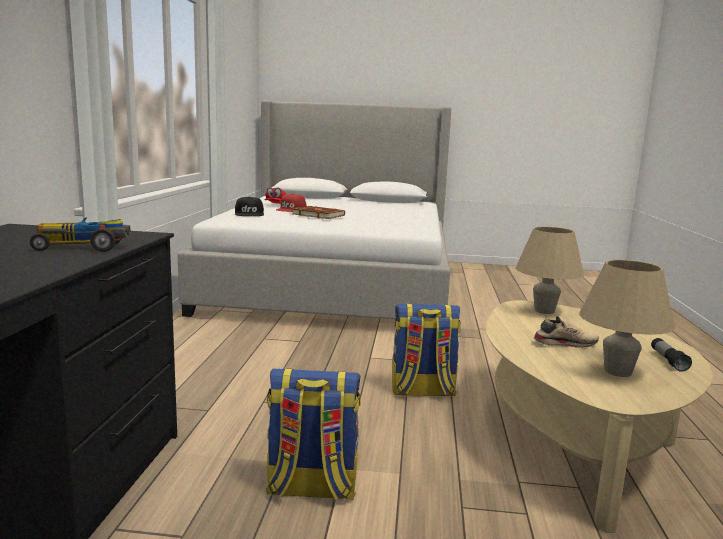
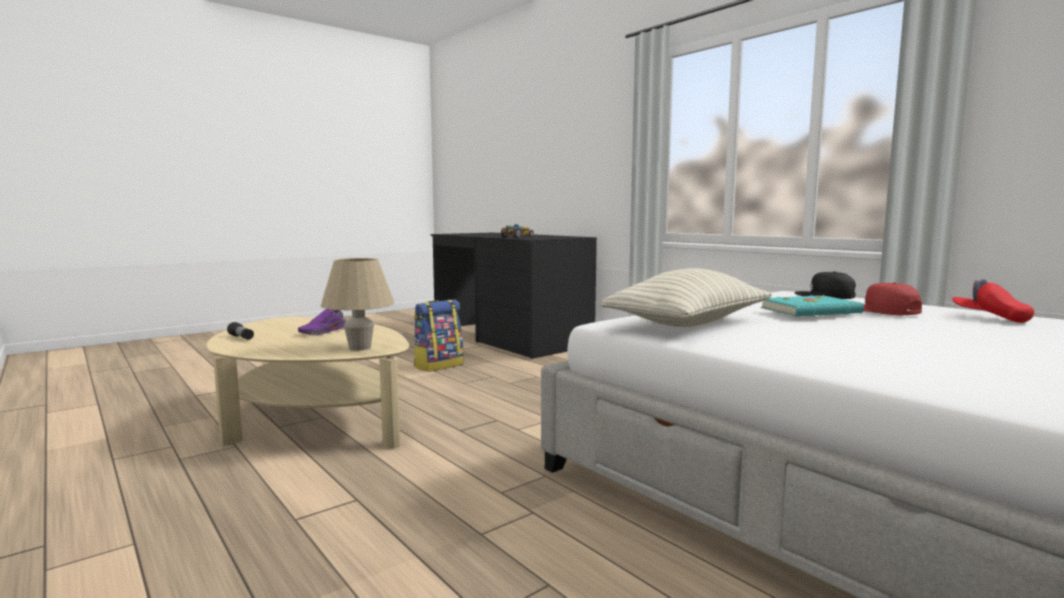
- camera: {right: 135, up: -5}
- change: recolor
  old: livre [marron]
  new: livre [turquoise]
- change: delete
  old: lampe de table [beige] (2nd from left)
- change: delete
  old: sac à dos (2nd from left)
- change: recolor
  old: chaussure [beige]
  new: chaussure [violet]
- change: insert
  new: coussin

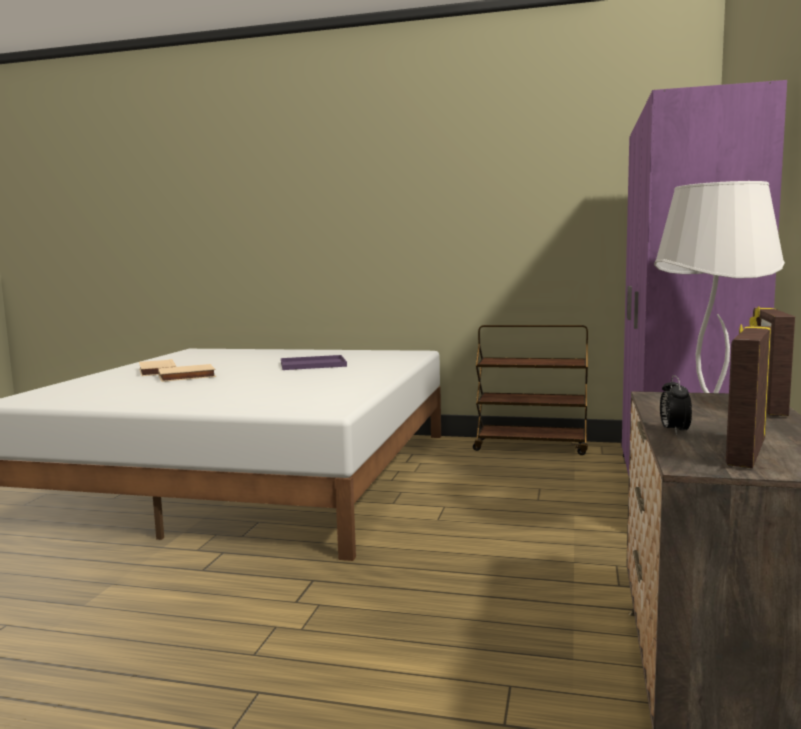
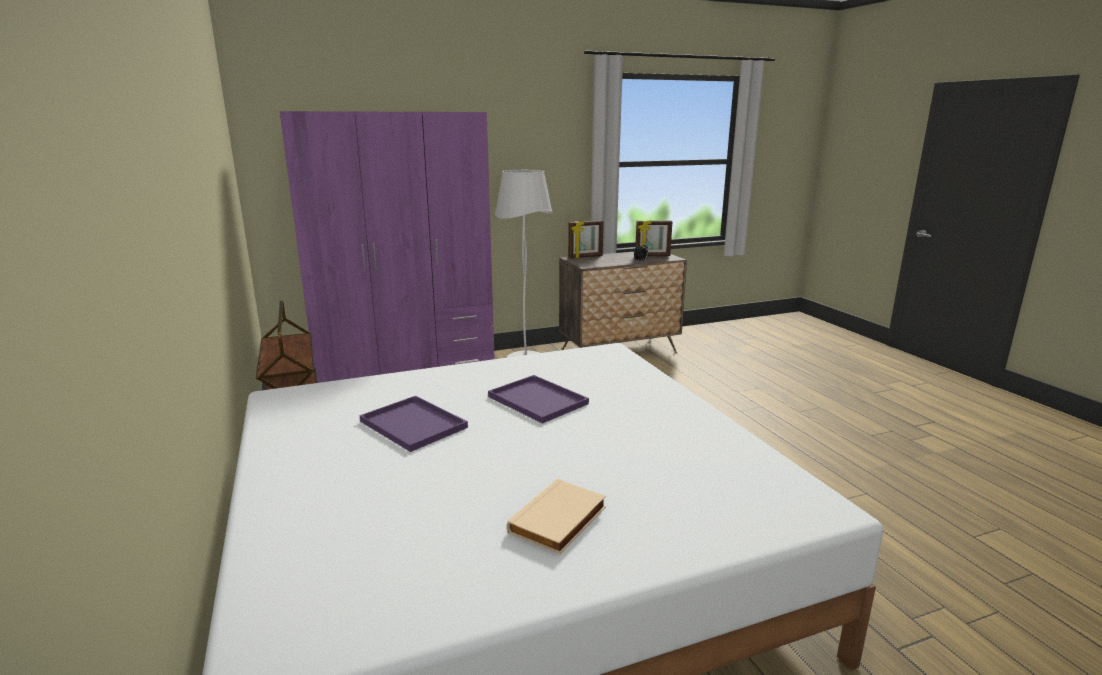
- camera: {right: -125, up: 10}
- change: delete
  old: livre [beige] (2nd from left)
- change: insert
  new: plateau [violet] (2nd from left)

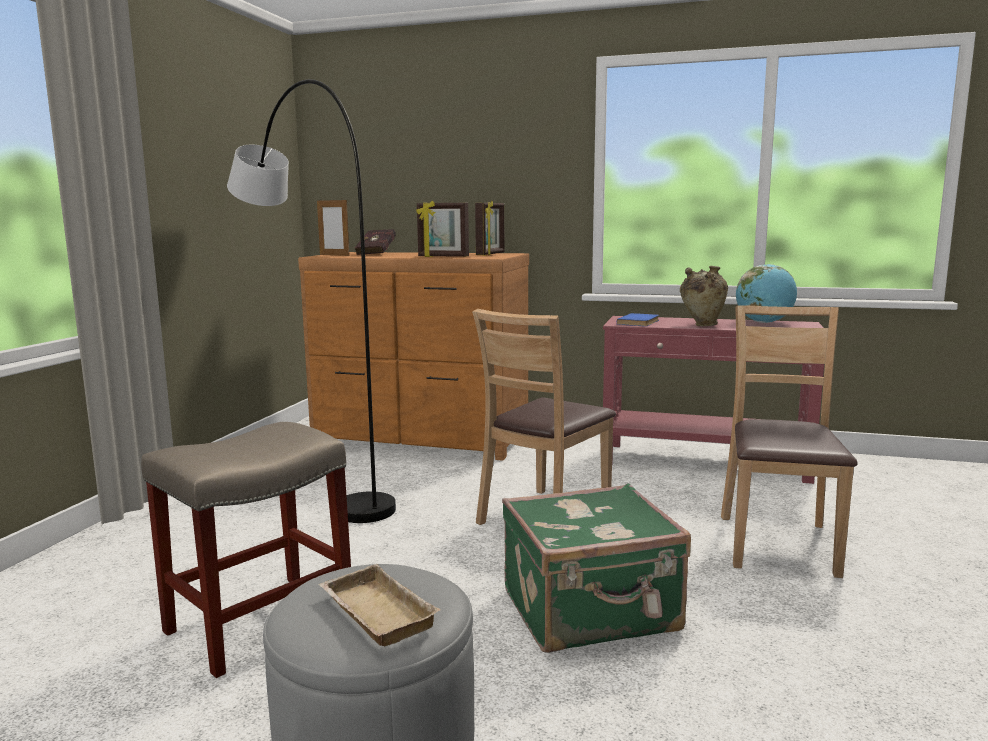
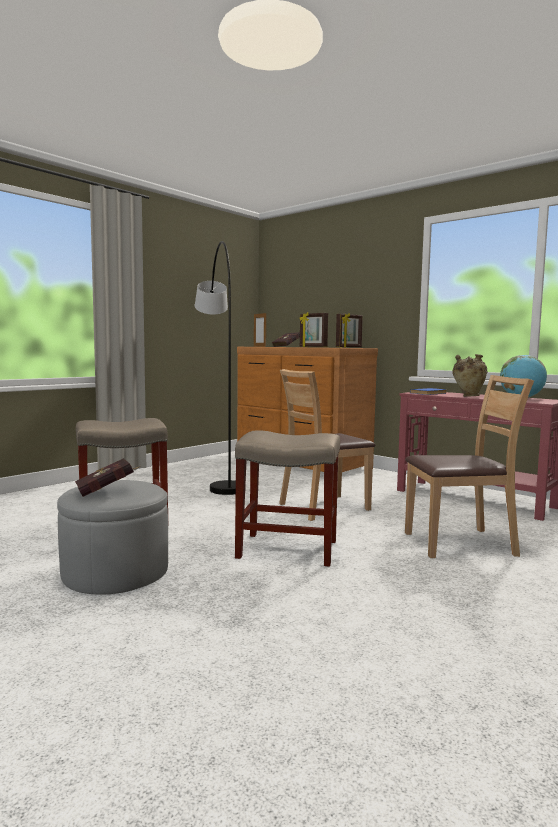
- camera: {right: 25, up: -5}
- change: rotate
  old: chaise [marron] (2nd from left)
  degrees: 45
- change: replace
  old: valise [vert]
  new: tabouret [beige] (2nd from left)
- change: replace
  old: plateau [beige]
  new: livre [rouge] (1st from left)

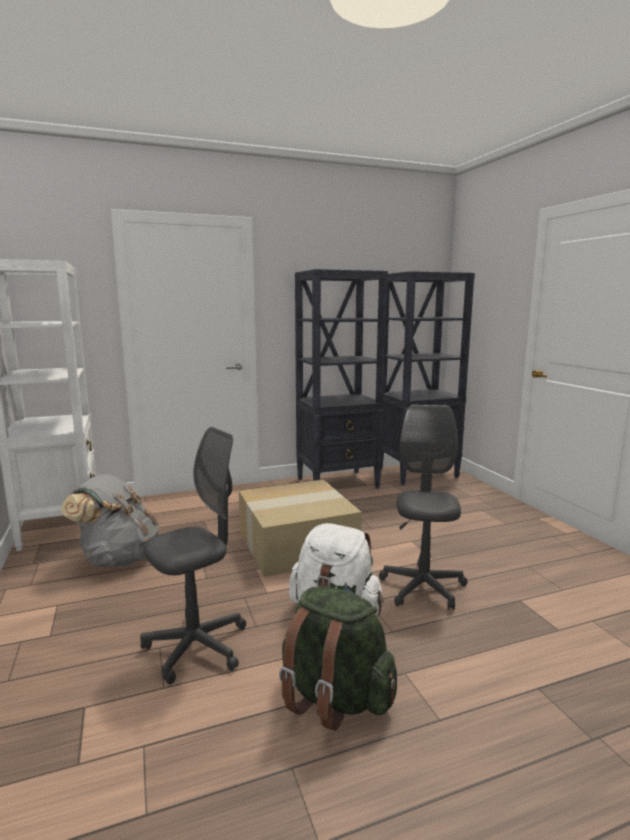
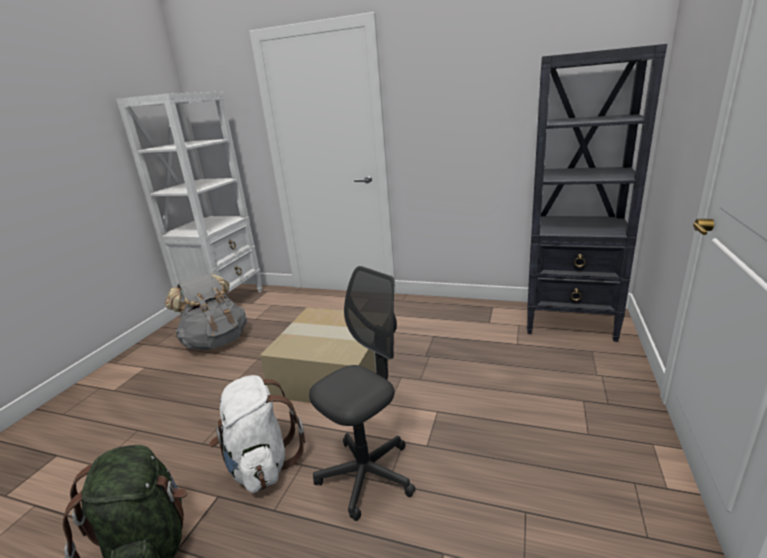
- camera: {right: 40, up: 10}
- change: delete
  old: bibliothèque [noir] (1st from left)
- change: delete
  old: chaise de bureau [gris] (1st from left)

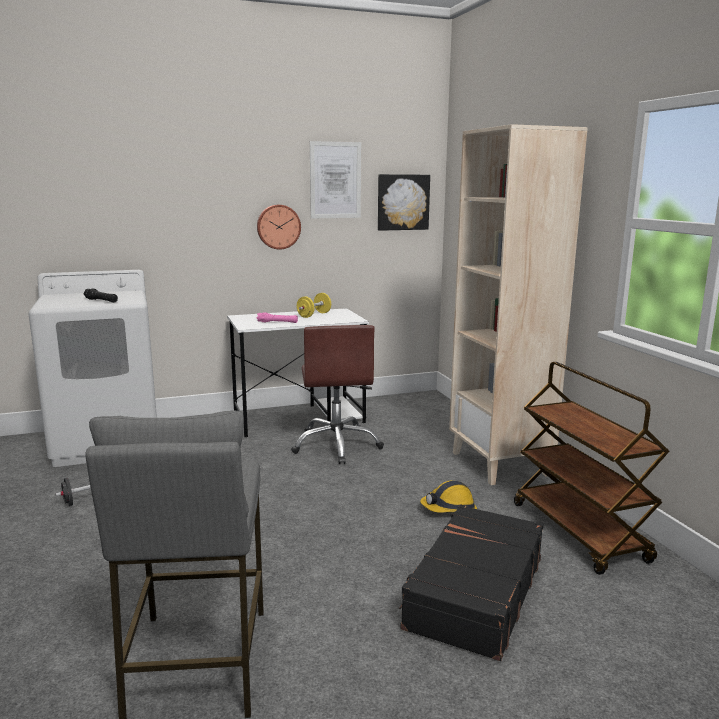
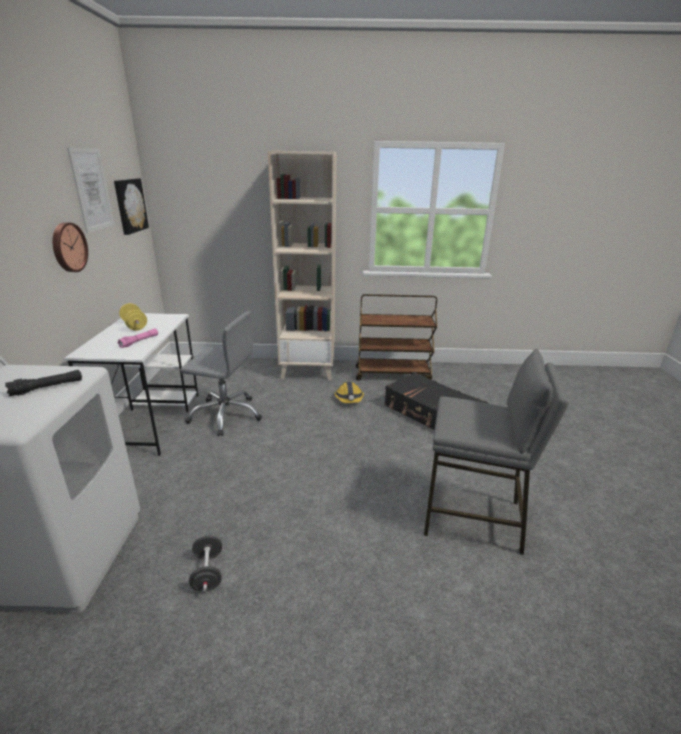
- camera: {right: -70, up: 10}
- change: recolor
  old: chaise de bureau [marron]
  new: chaise de bureau [gris]

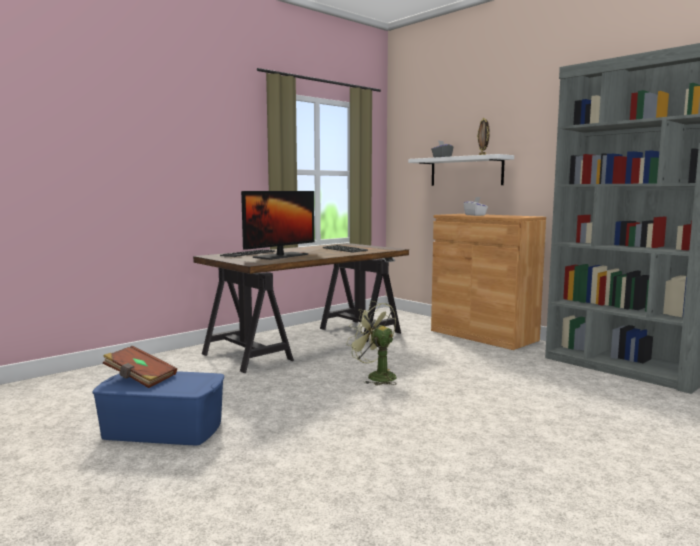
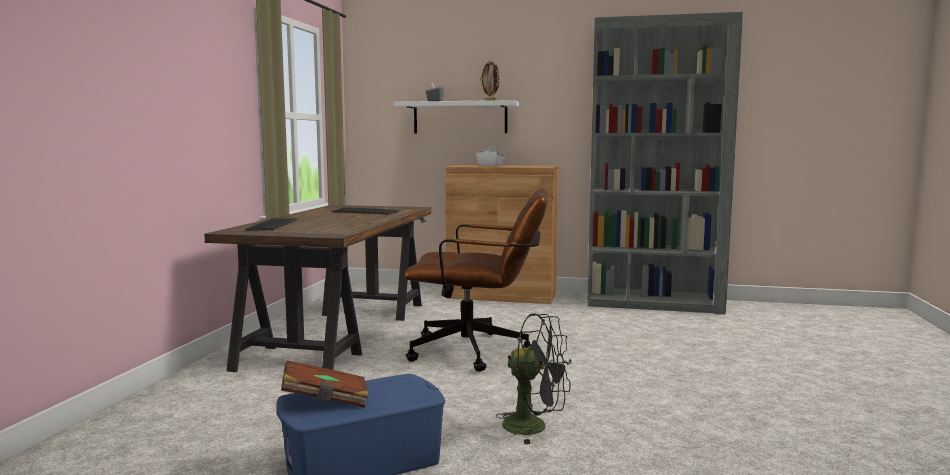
- camera: {right: -35, up: 0}
- change: delete
  old: écran d'ordinateur
- change: replace
  old: ventilateur [vert]
  new: chaise de bureau [marron]
- change: insert
  new: ventilateur [noir]

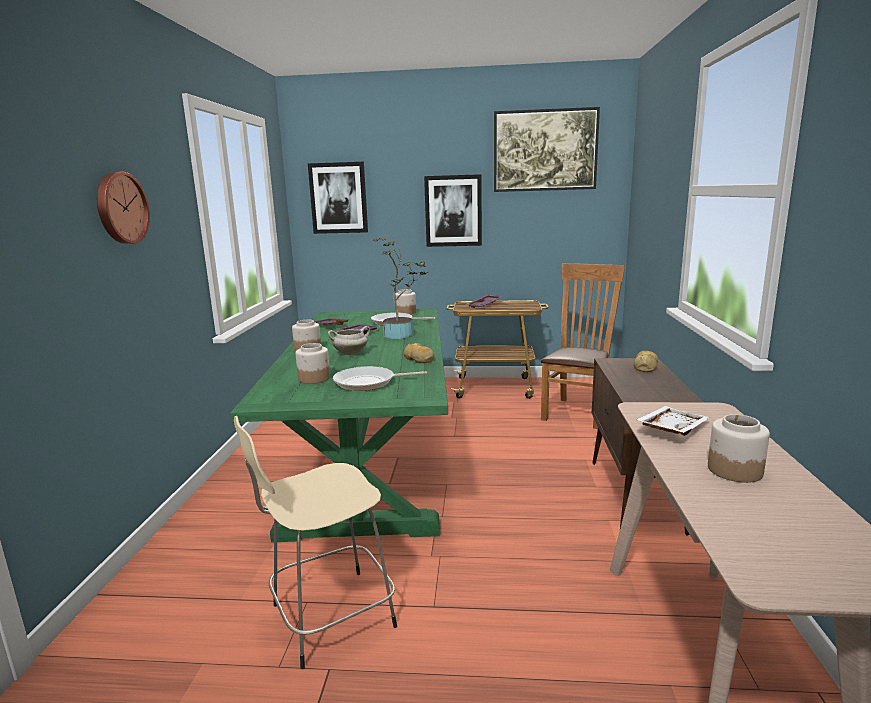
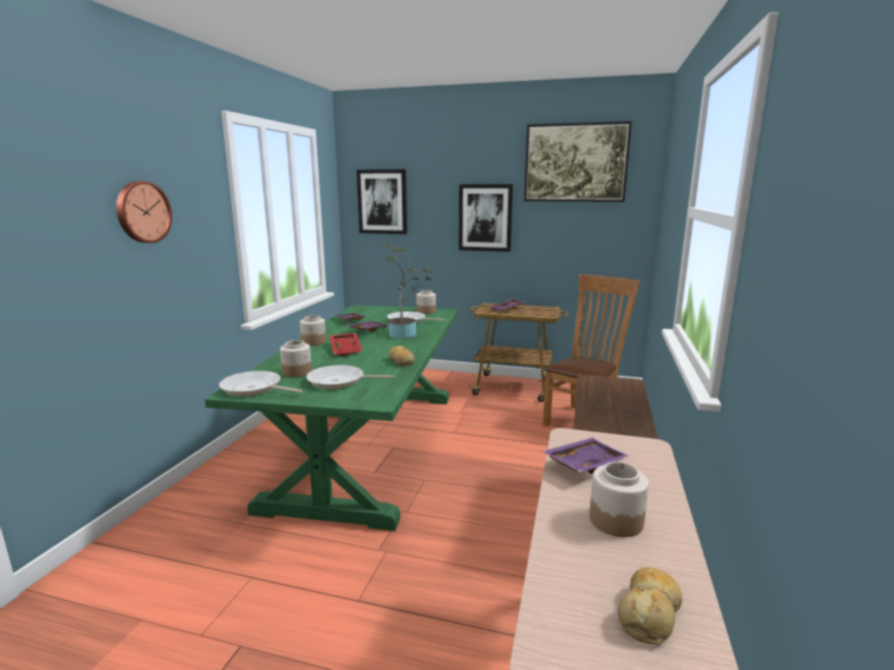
- camera: {right: 10, up: 0}
- change: replace
  old: marmite [blanc]
  new: plateau [rouge]
- change: move
  old: pain (2nd from left)
- change: recolor
  old: plateau [blanc]
  new: plateau [violet] (4th from left)
- change: delete
  old: tabouret [beige]
- change: insert
  new: poêle (1st from left)

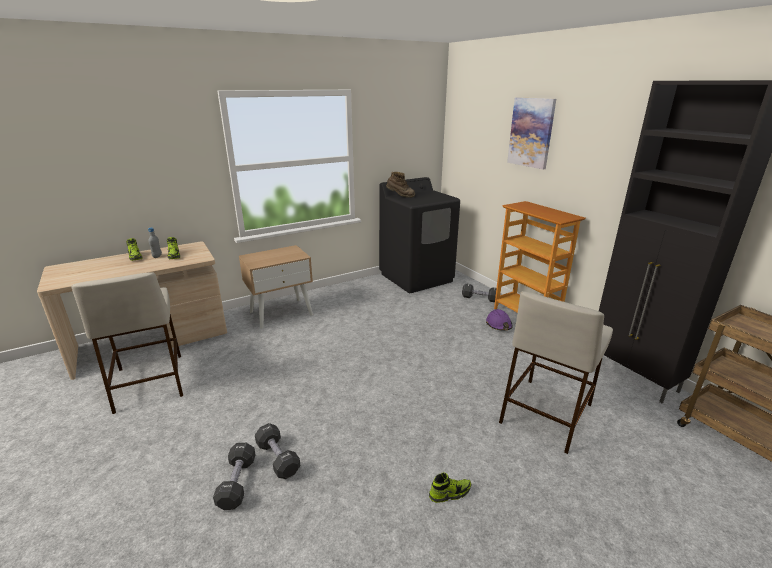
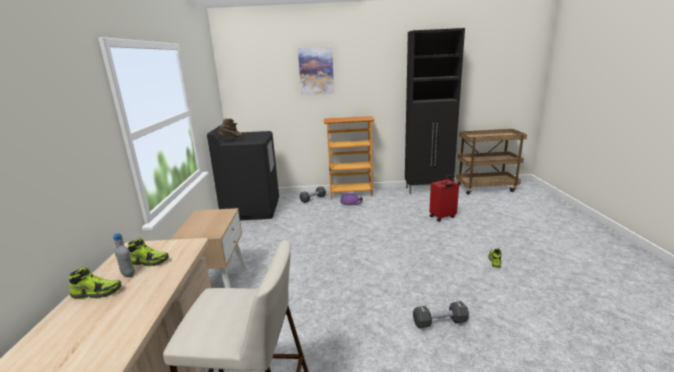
- camera: {right: -60, up: -5}
- change: replace
  old: tabouret [beige] (2nd from left)
  new: valise [rouge]
- change: delete
  old: haltère [noir] (1st from left)

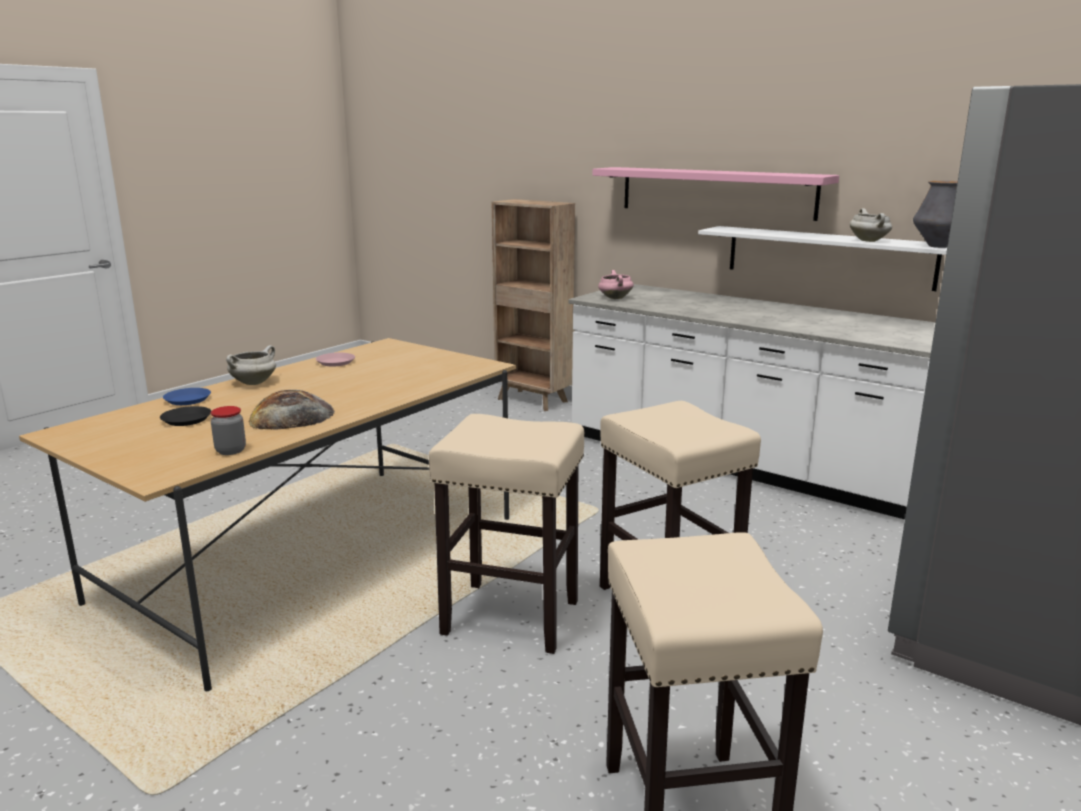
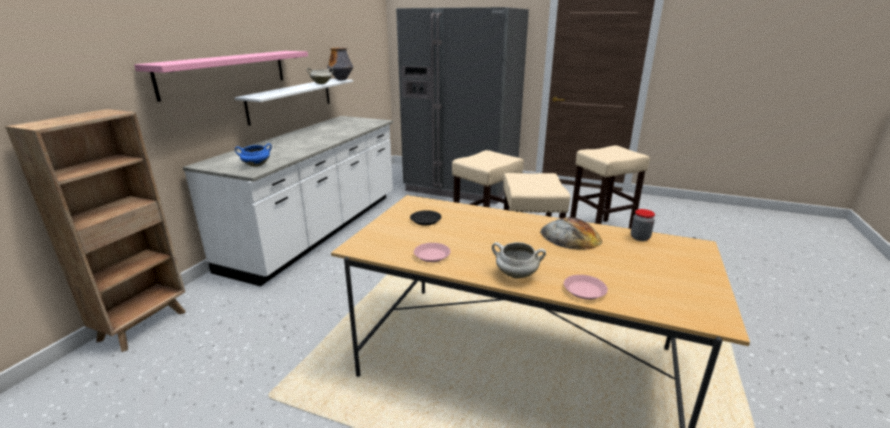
- camera: {right: -105, up: 5}
- change: recolor
  old: marmite [rose]
  new: marmite [bleu]
- change: recolor
  old: assiette [bleu]
  new: assiette [rose] (2nd from left)
- change: move
  old: assiette [noir]

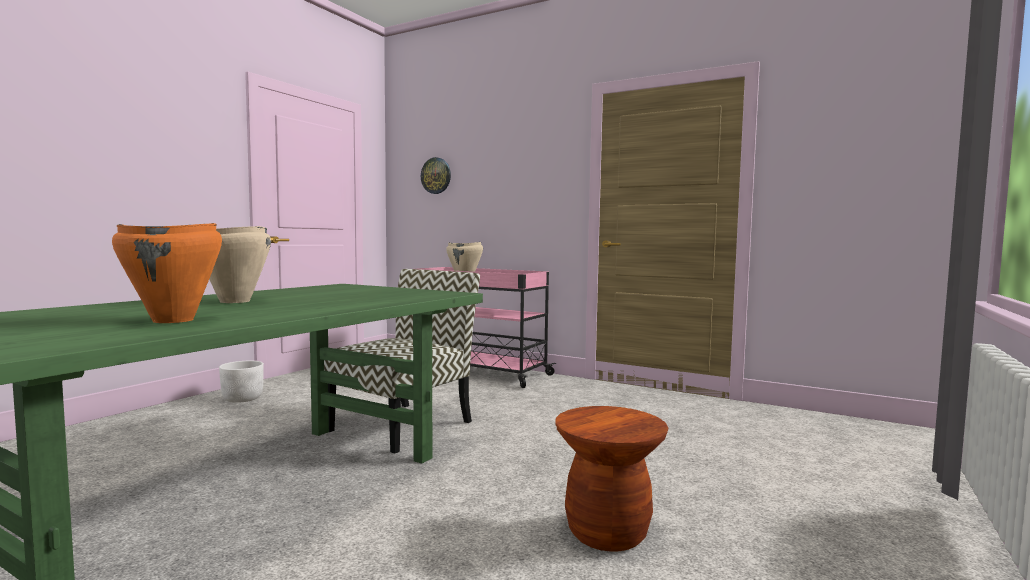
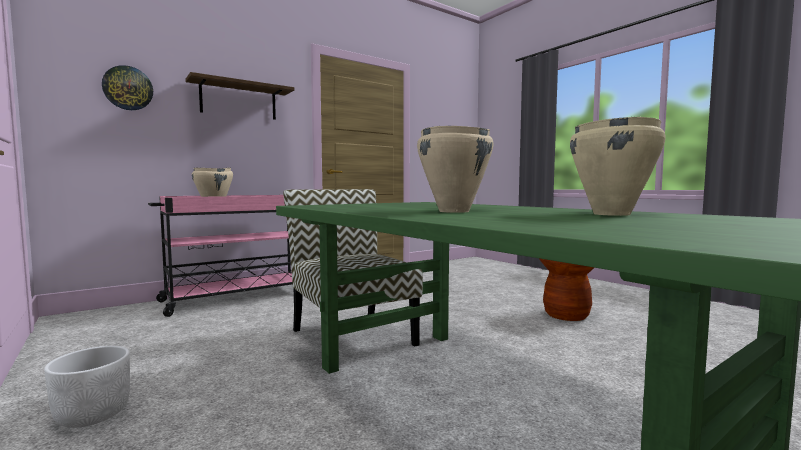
- camera: {right: -65, up: 0}
- change: recolor
  old: marmite [orange]
  new: marmite [beige] (3rd from left)
- change: insert
  new: étagère

